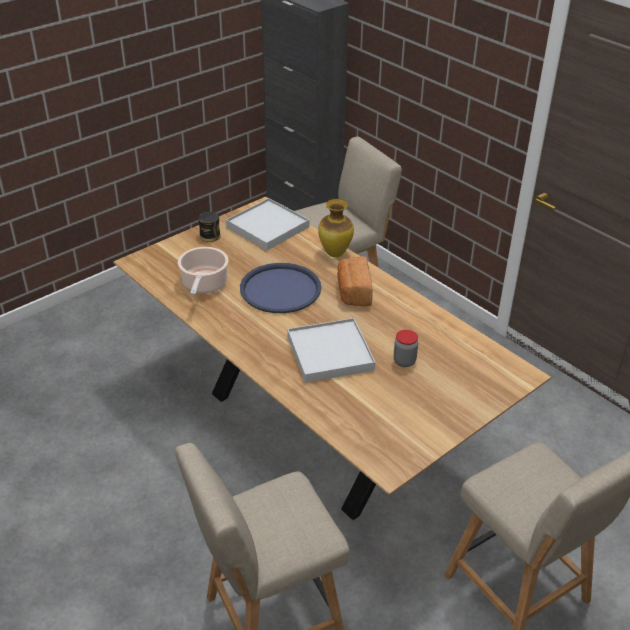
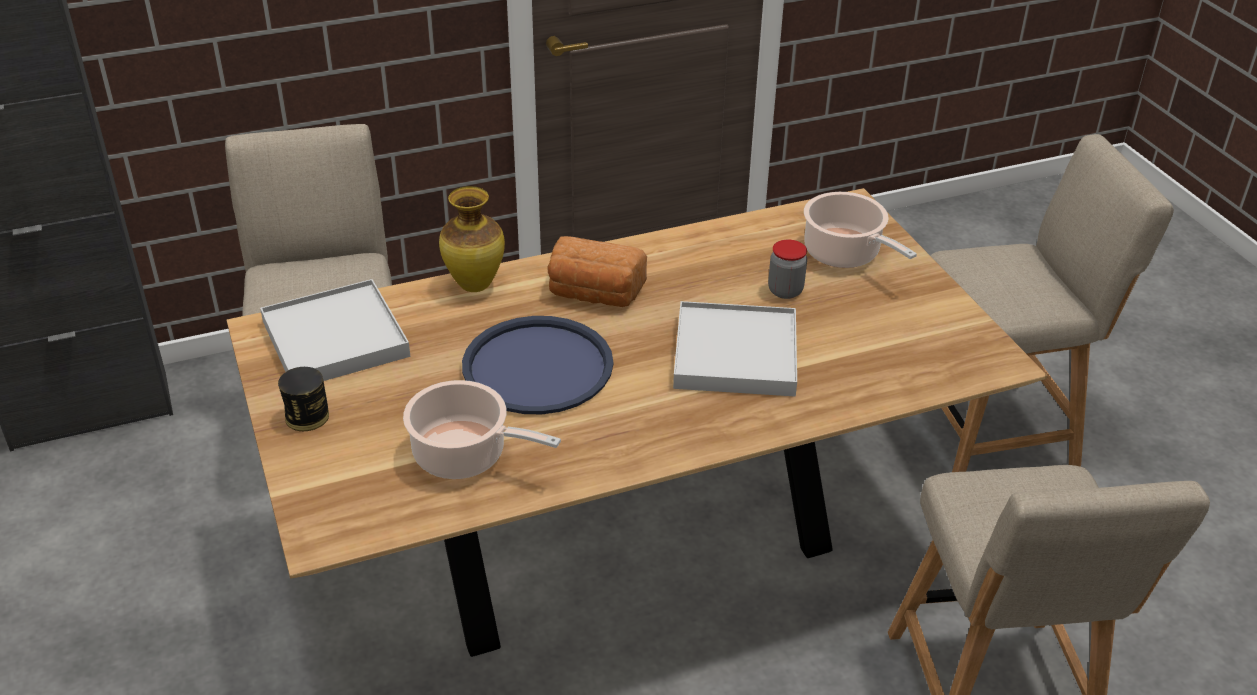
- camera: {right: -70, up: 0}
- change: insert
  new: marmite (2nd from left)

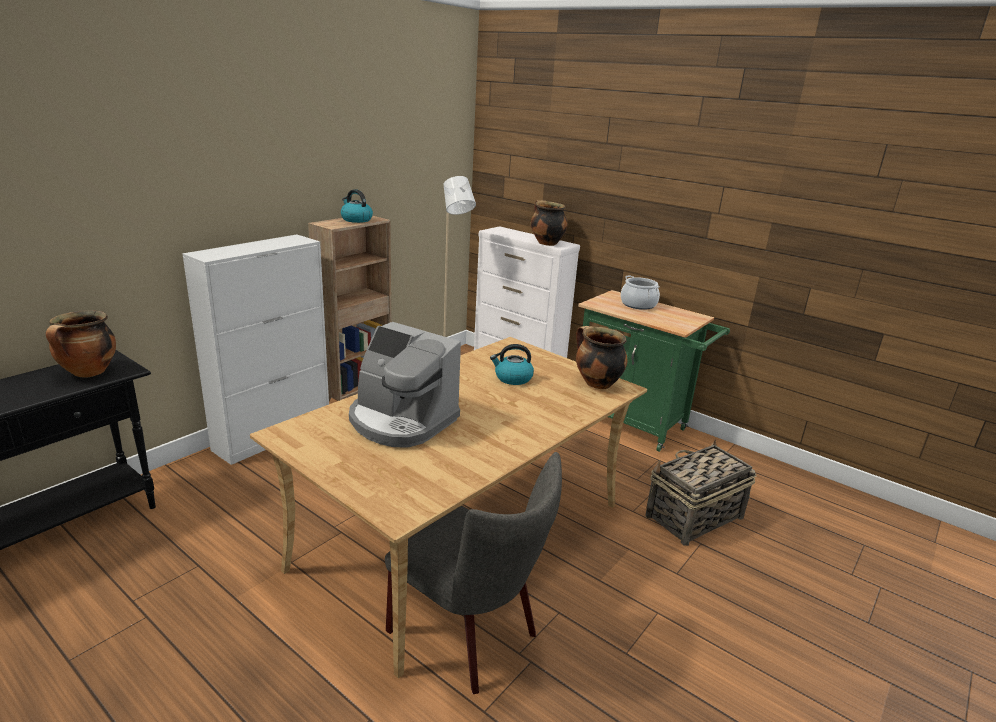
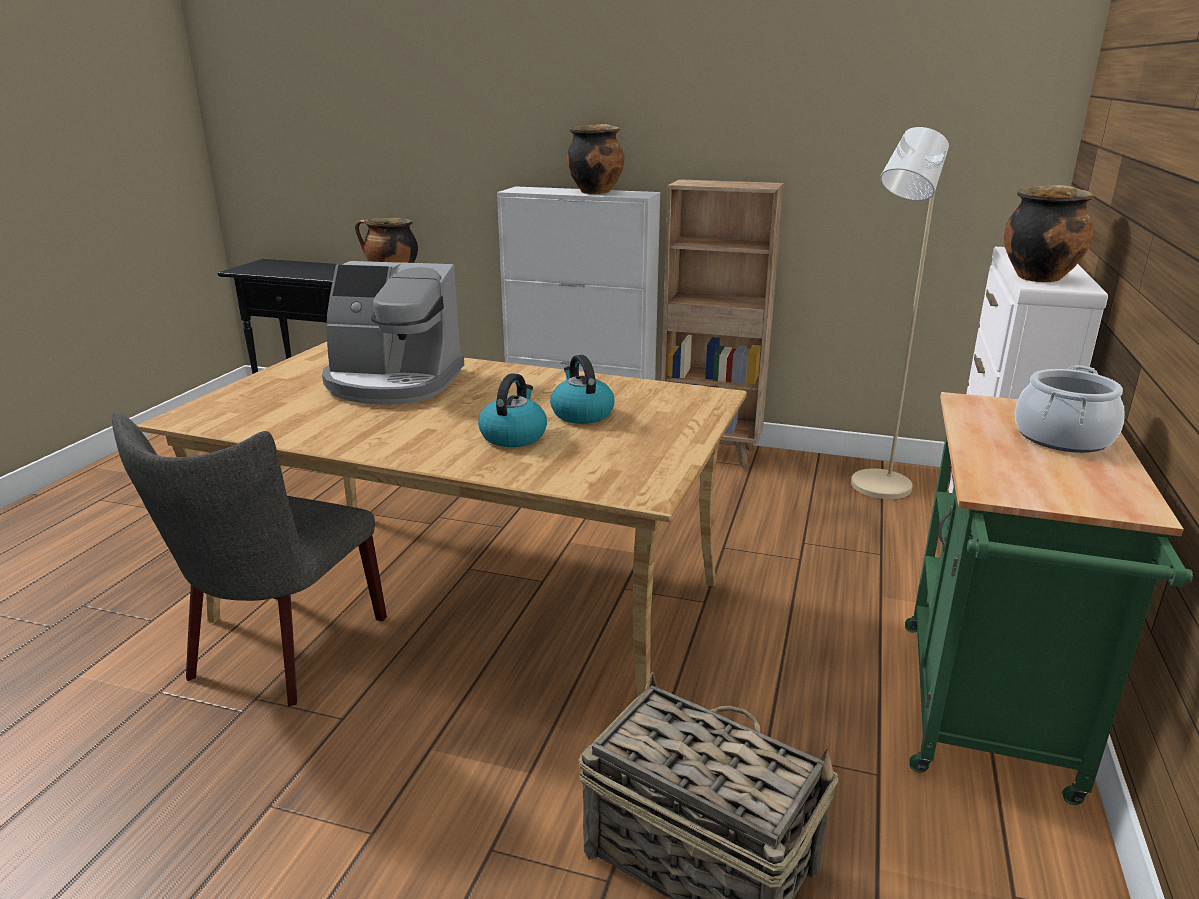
- camera: {right: 70, up: 0}
- change: move
  old: bouilloire (1st from left)
- change: rotate
  old: machine à café
  degrees: -90
- change: move
  old: marmite (3rd from left in the first image)
  new: marmite (2nd from left)

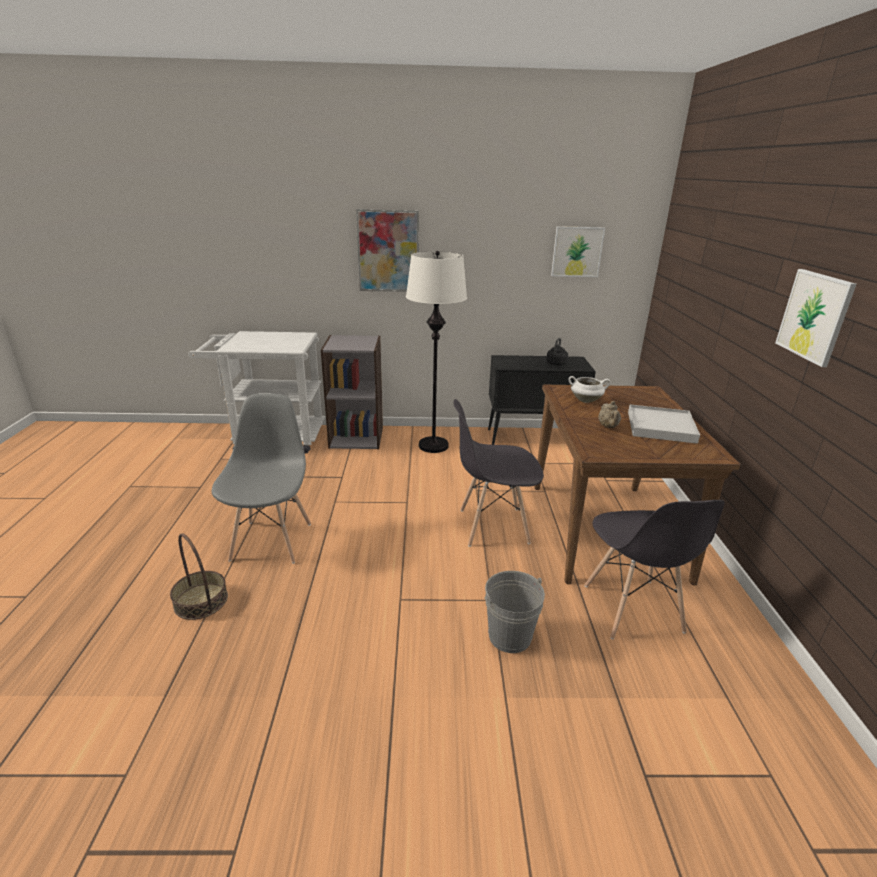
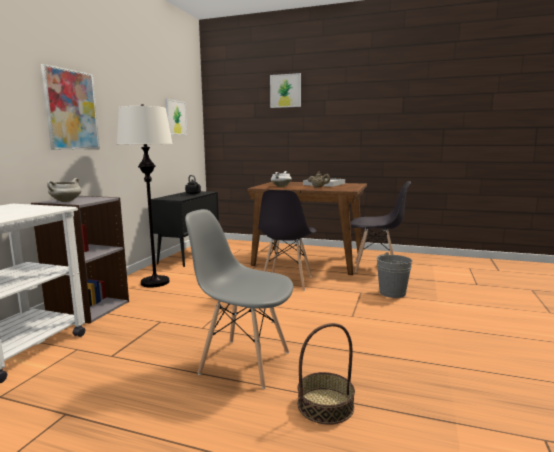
- camera: {right: -70, up: -15}
- change: move
  old: tableau (3rd from left)
- change: insert
  new: marmite [blanc] (1st from left)

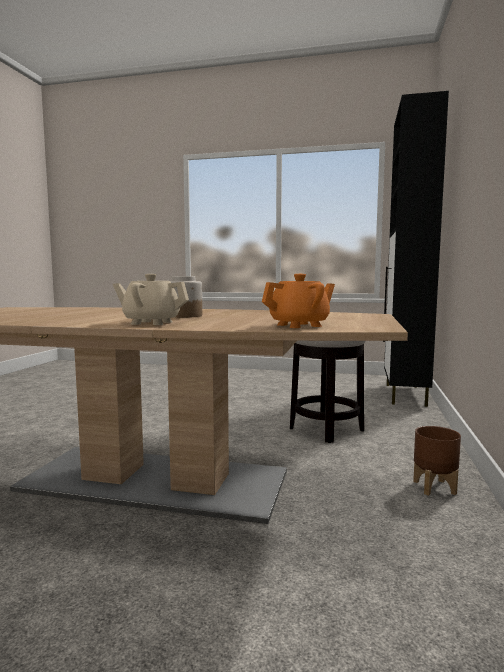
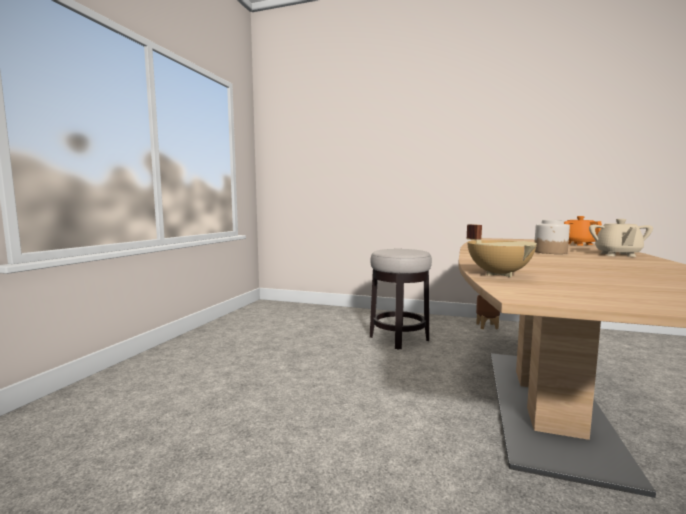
- camera: {right: -85, up: 0}
- change: delete
  old: meuble de rangement [noir]
- change: insert
  new: marmite [beige]

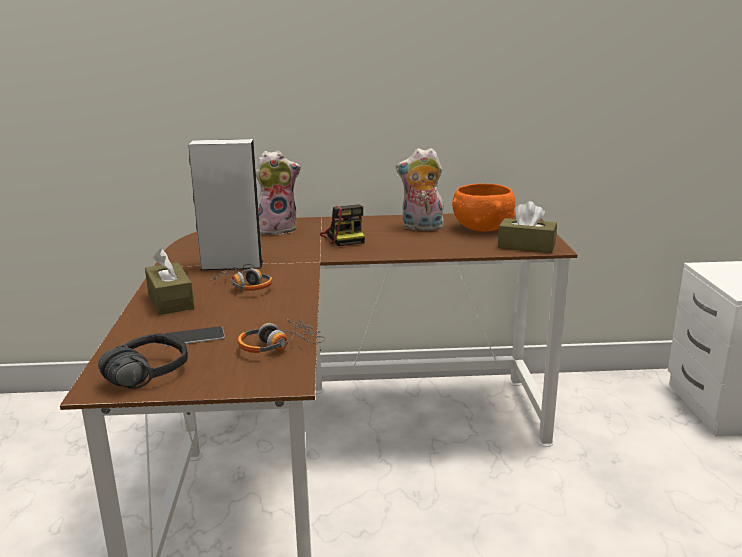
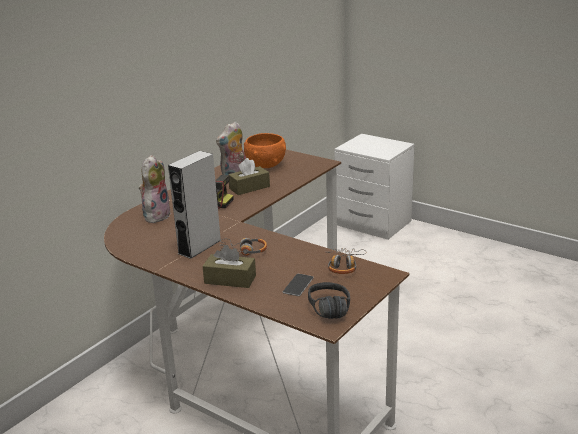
- camera: {right: -50, up: 5}
- change: move
  old: boîte à mouchoirs [marron] (2nd from left)

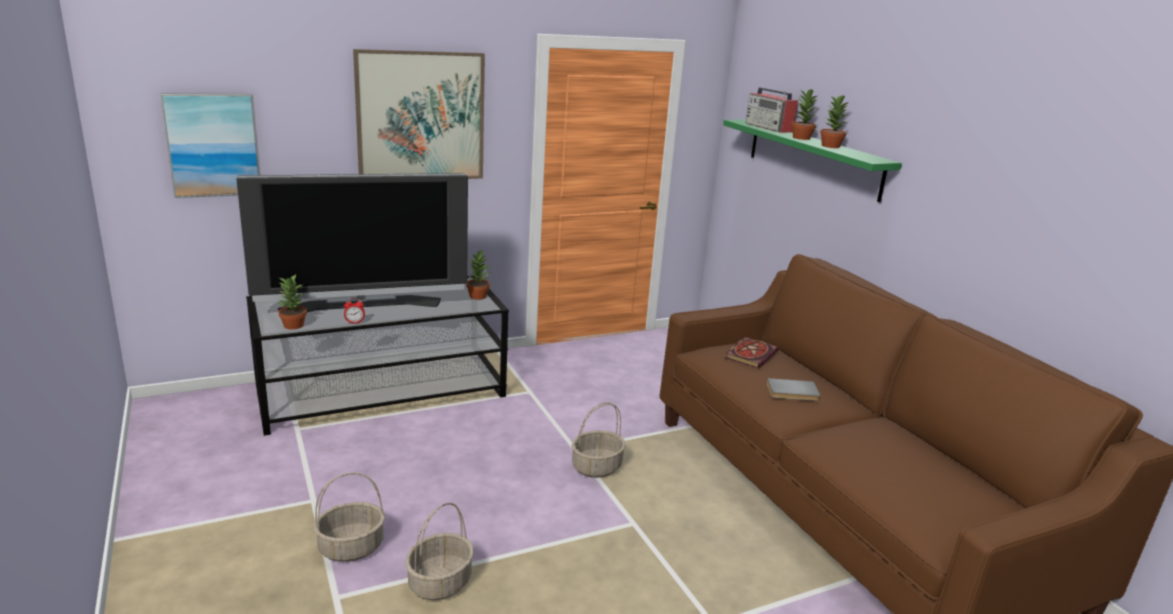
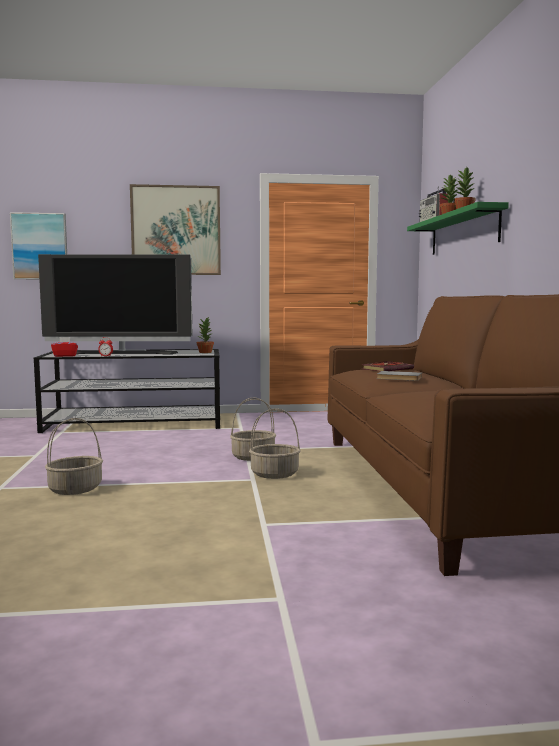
- camera: {right: 20, up: -15}
- change: replace
  old: plante en pot (1st from left)
  new: boîte à mouchoirs [rouge]
- change: move
  old: panier (1st from left in the first image)
  new: panier (3rd from left)

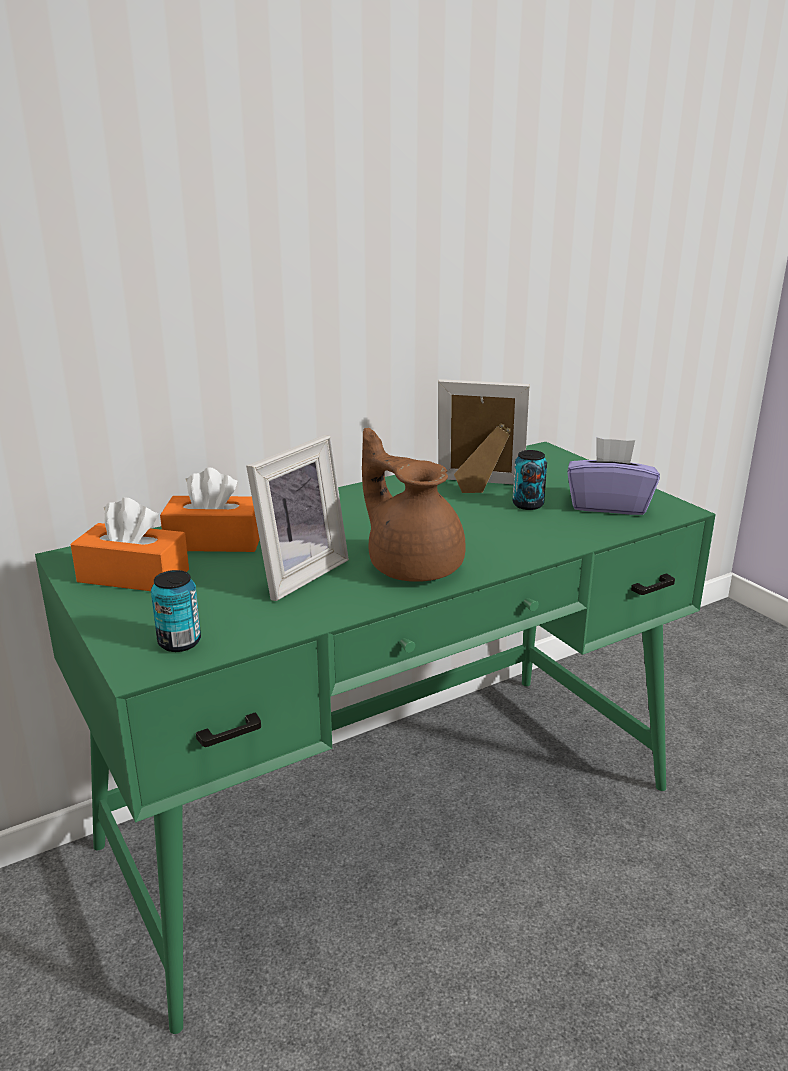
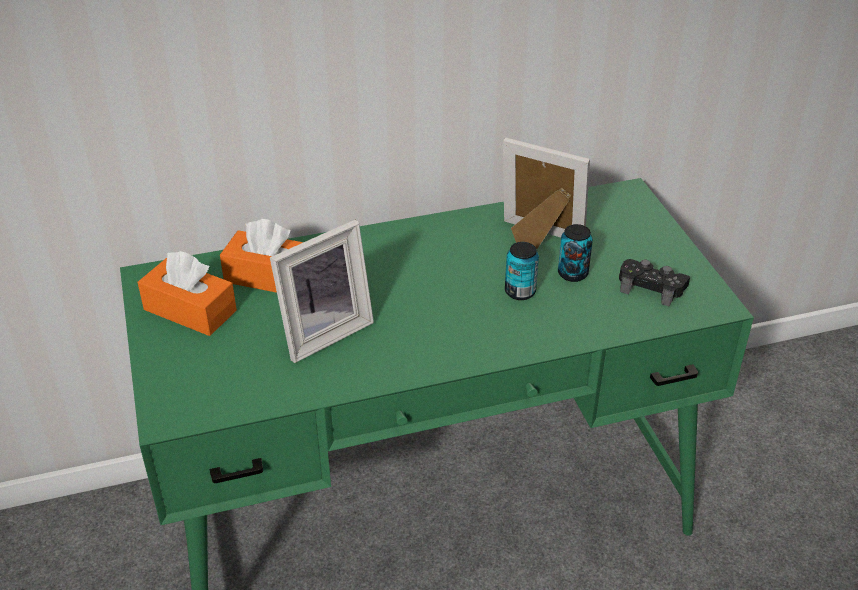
- camera: {right: 15, up: 15}
- change: delete
  old: théière [marron]
- change: replace
  old: boîte à mouchoirs [violet]
  new: manette [noir]
- change: move
  old: boîte métallique (1st from left)

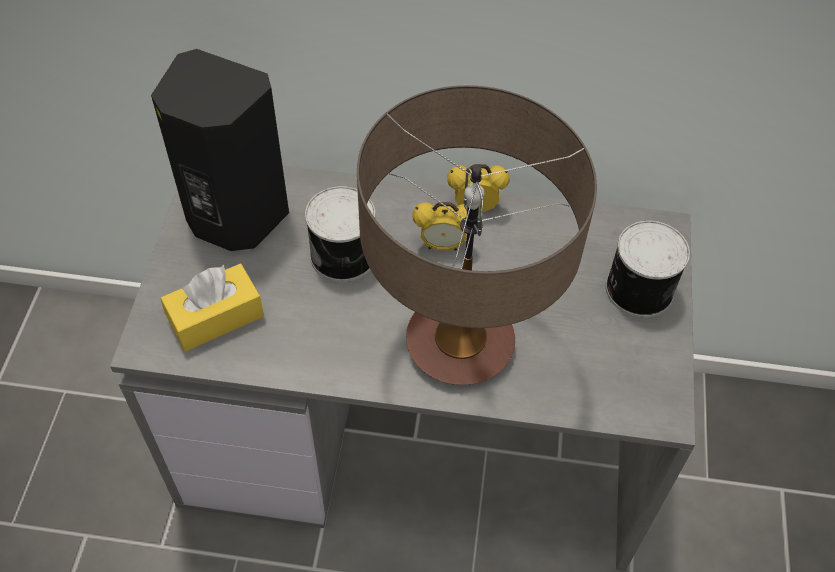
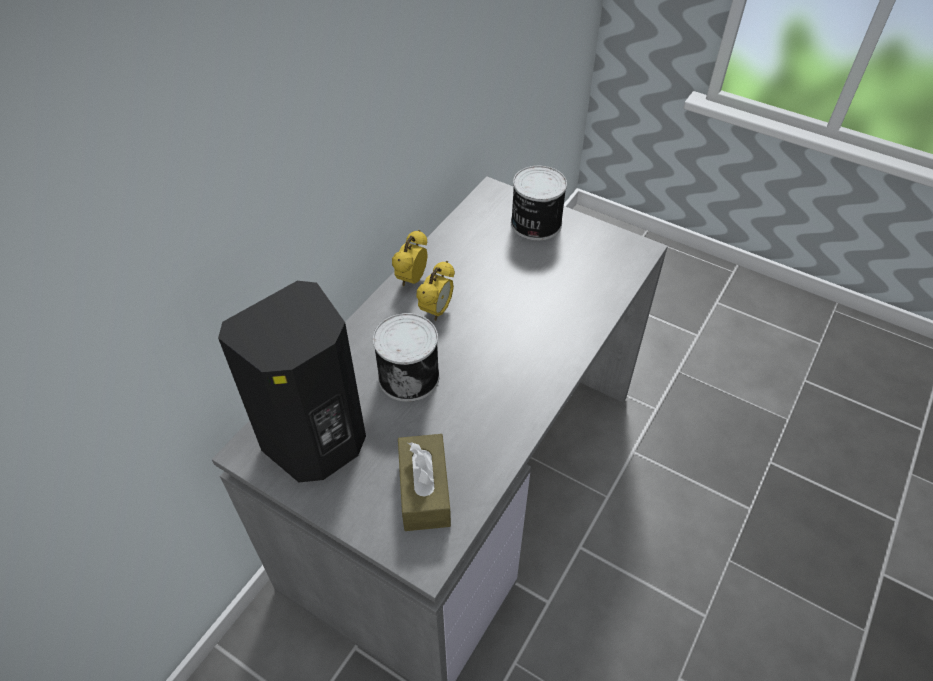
- camera: {right: -65, up: -5}
- change: delete
  old: lampe de table
- change: recolor
  old: boîte à mouchoirs [jaune]
  new: boîte à mouchoirs [marron]

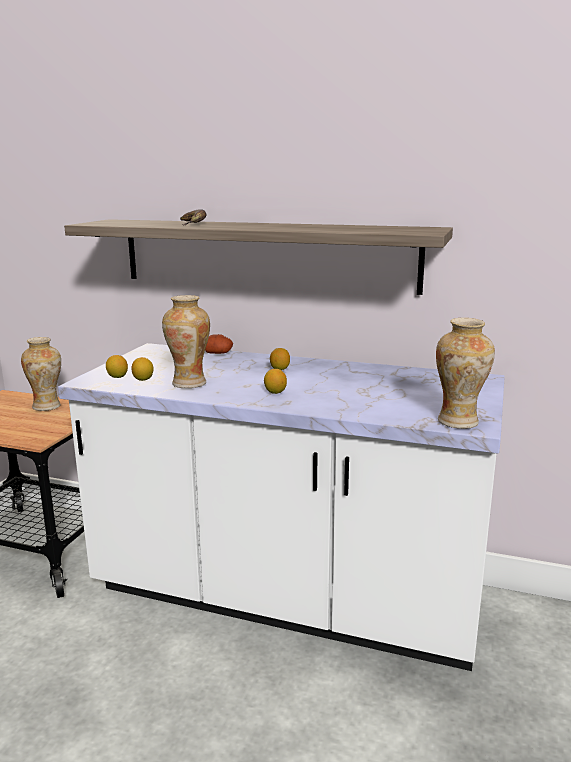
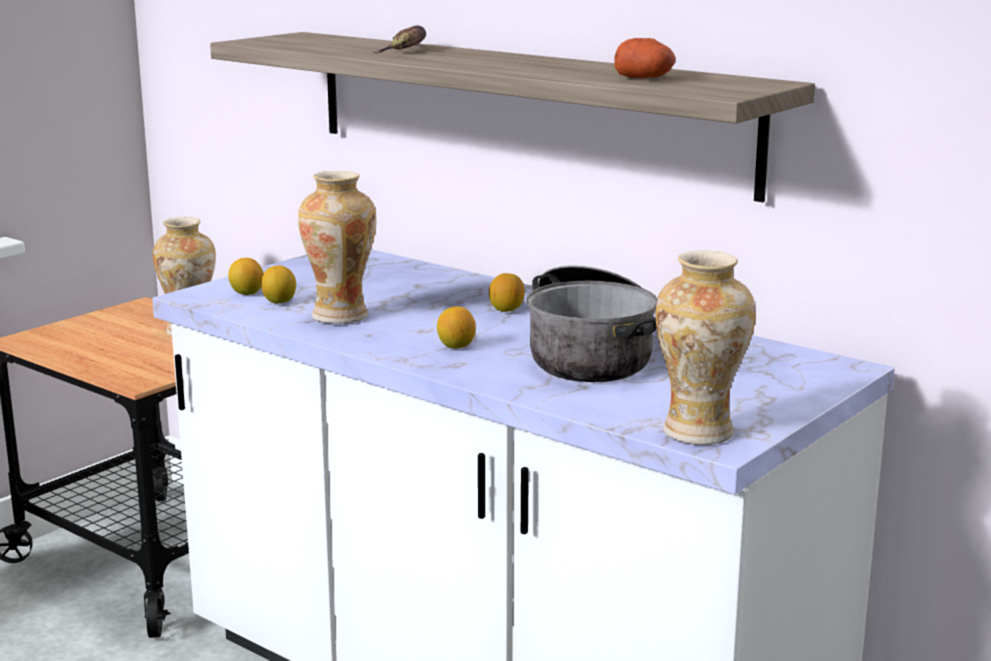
- camera: {right: 20, up: 0}
- change: move
  old: pomme de terre
- change: insert
  new: marmite

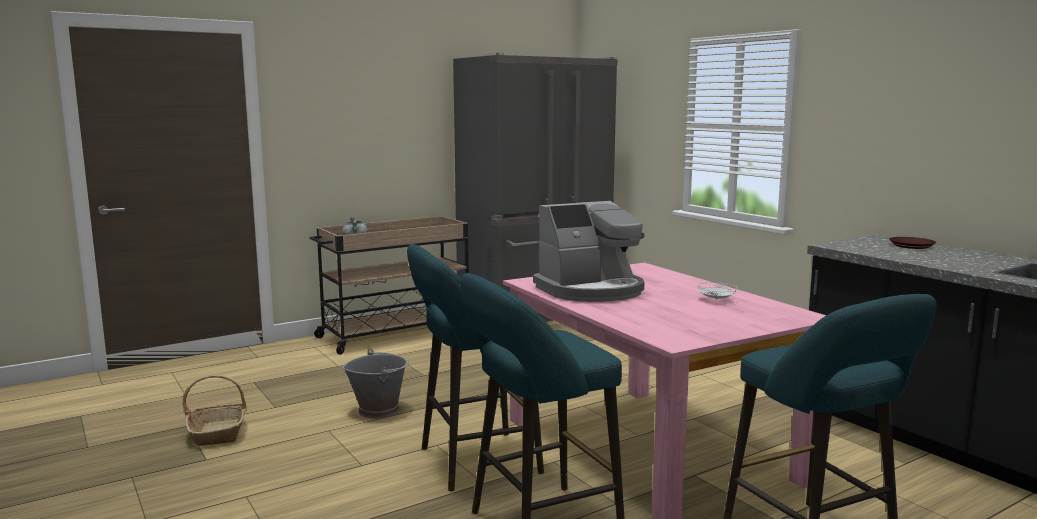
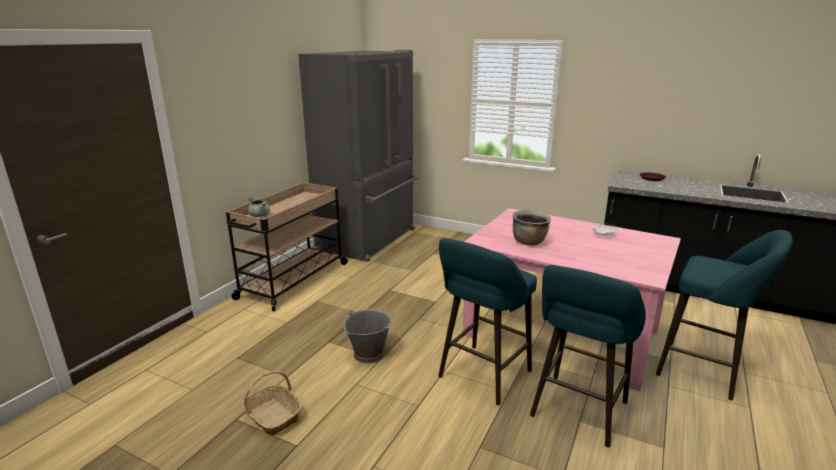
- camera: {right: -30, up: 10}
- change: replace
  old: machine à café
  new: marmite [marron]

